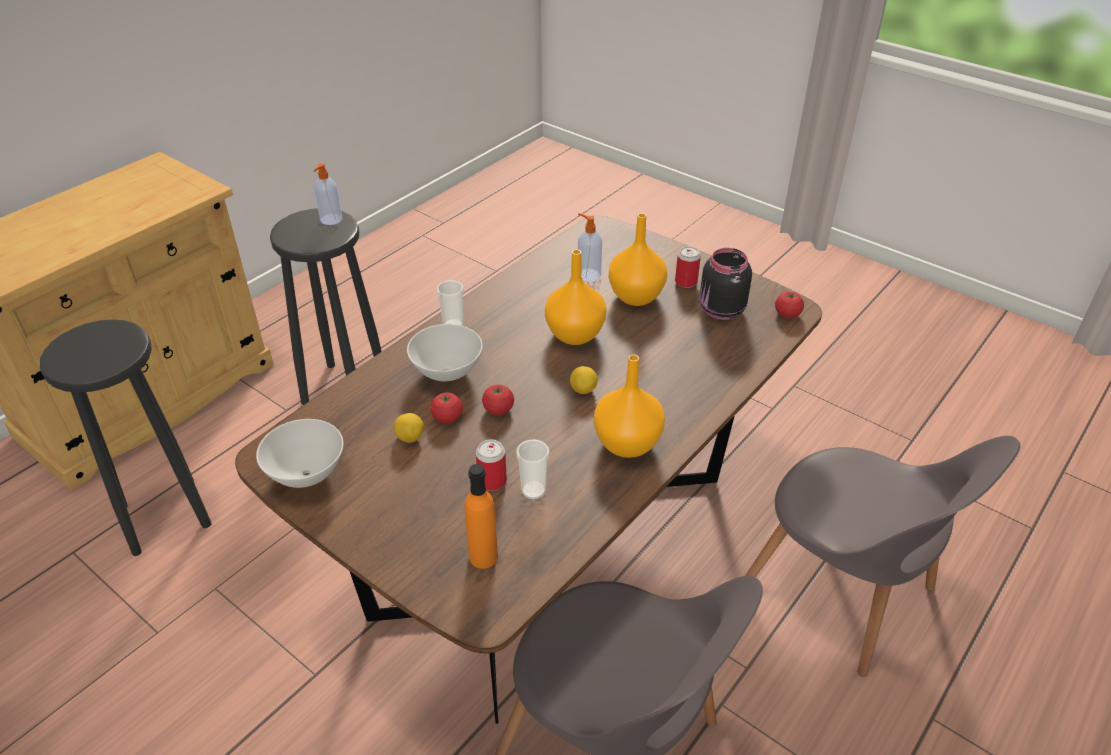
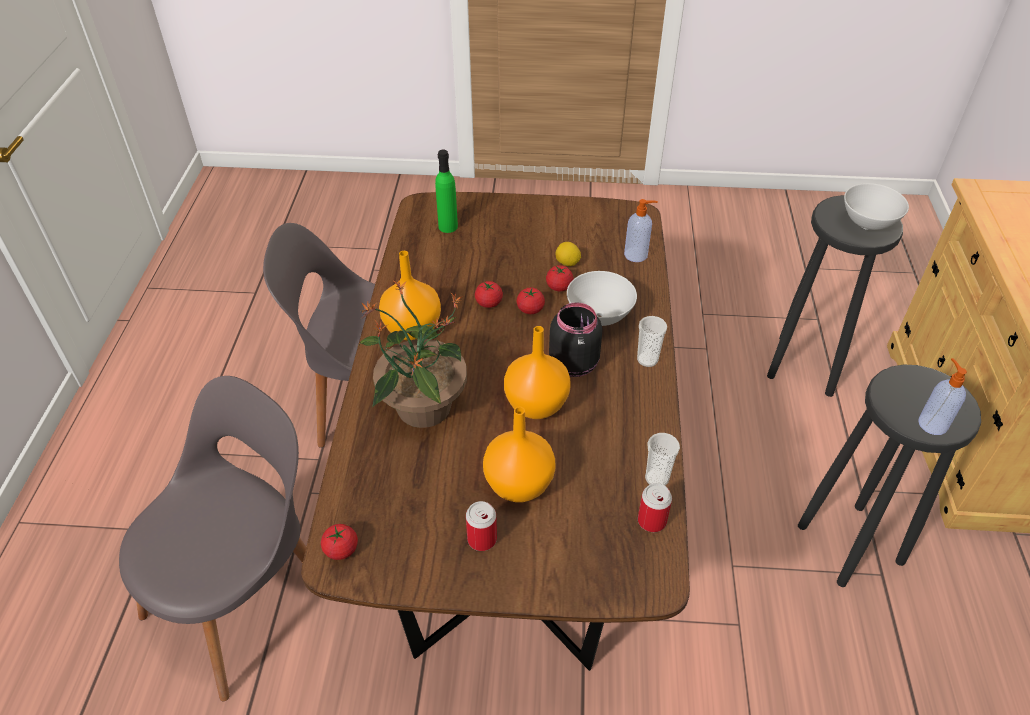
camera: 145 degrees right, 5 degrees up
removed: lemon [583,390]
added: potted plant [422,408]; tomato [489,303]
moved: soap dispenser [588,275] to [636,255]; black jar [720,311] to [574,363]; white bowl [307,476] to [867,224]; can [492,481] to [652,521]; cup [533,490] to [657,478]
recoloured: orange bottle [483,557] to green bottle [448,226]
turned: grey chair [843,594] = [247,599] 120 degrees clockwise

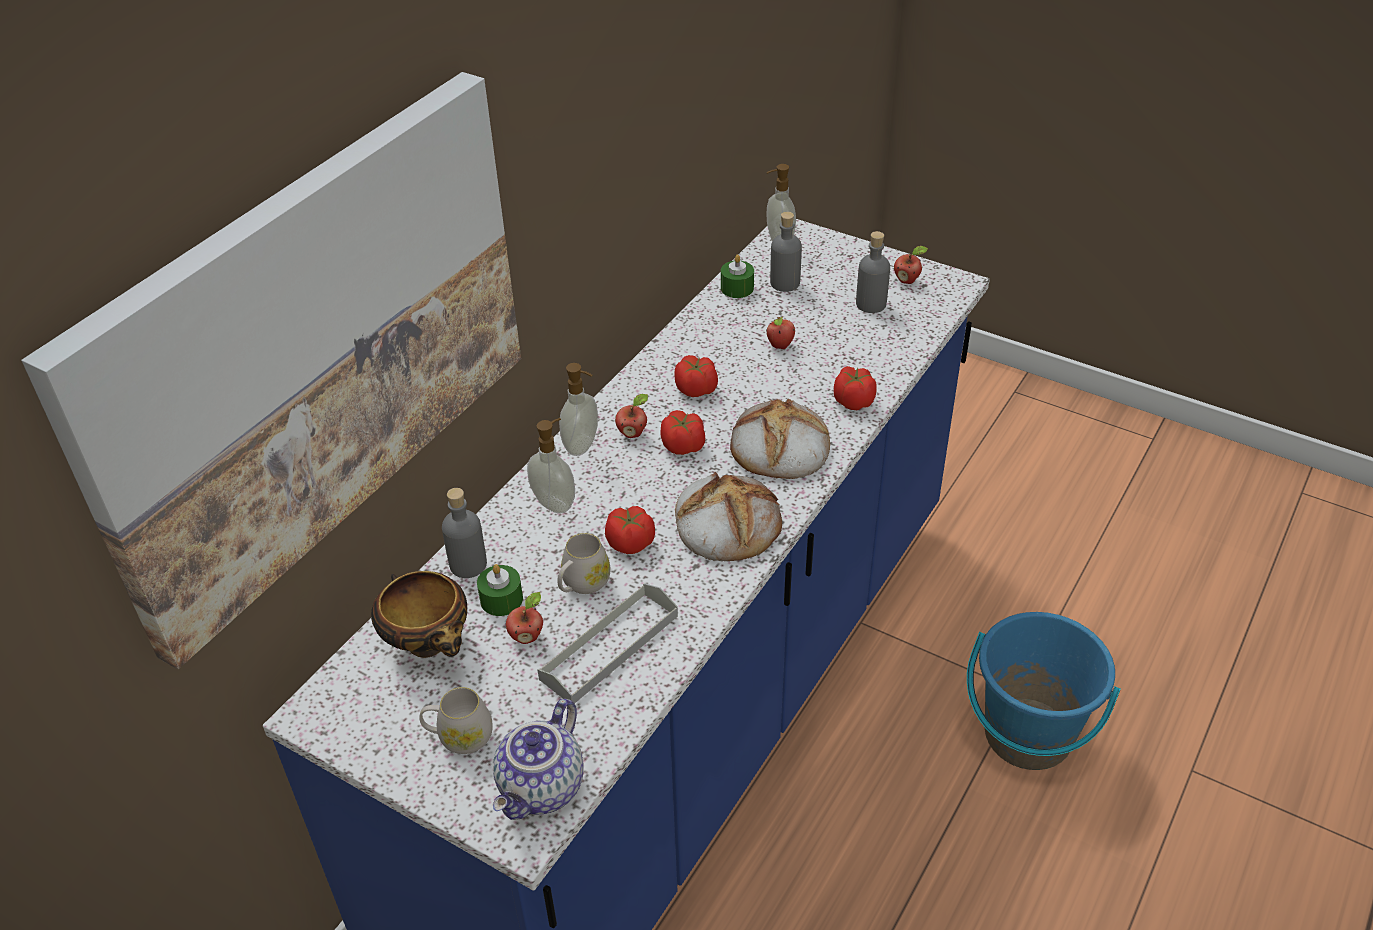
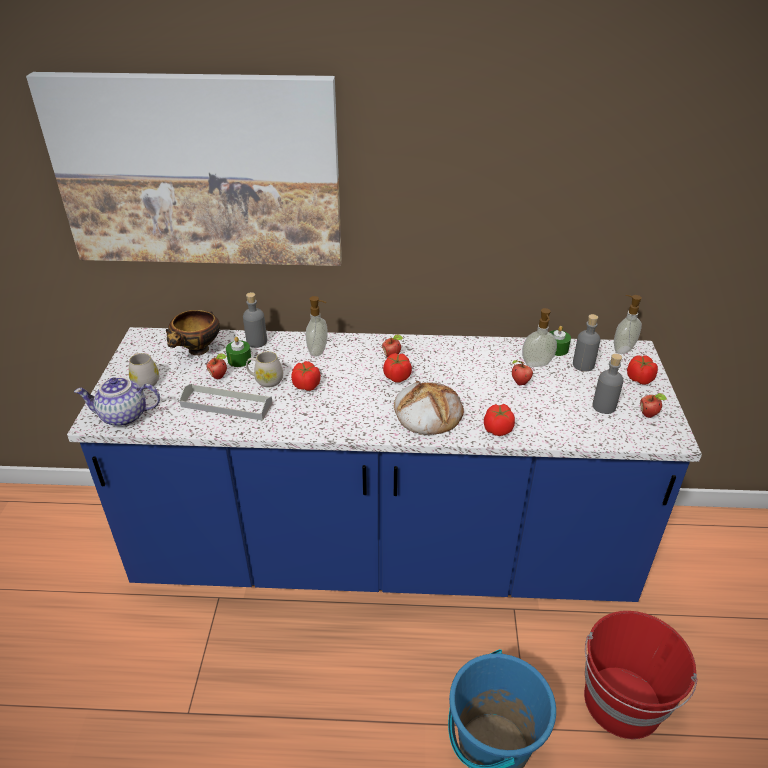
camera: 60 degrees right, 5 degrees down
removed: bread [726,523]
added: red bucket [622,703]
moved: tomato [696,389] to [639,379]; soap dispenser [582,445] to [537,364]

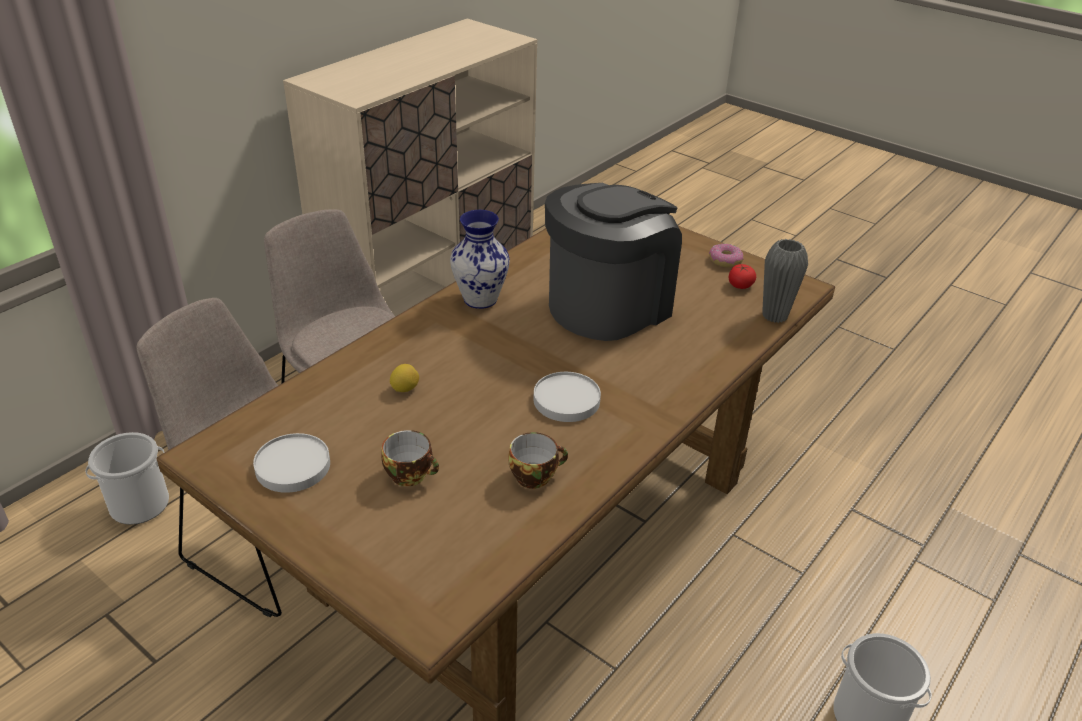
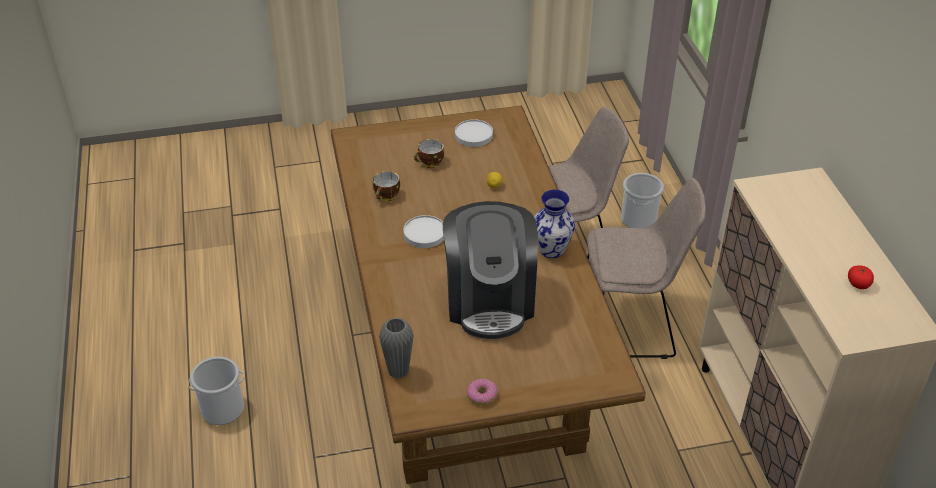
camera: 130 degrees right, 5 degrees up
moved: tomato [740,285] to [858,283]

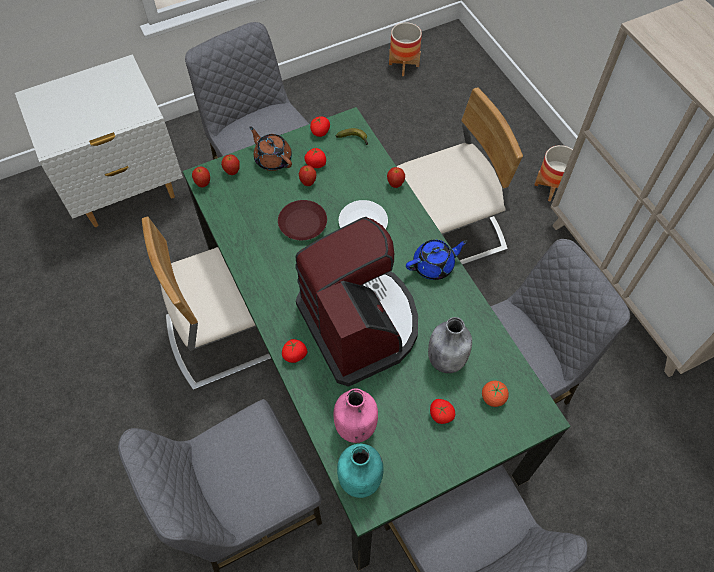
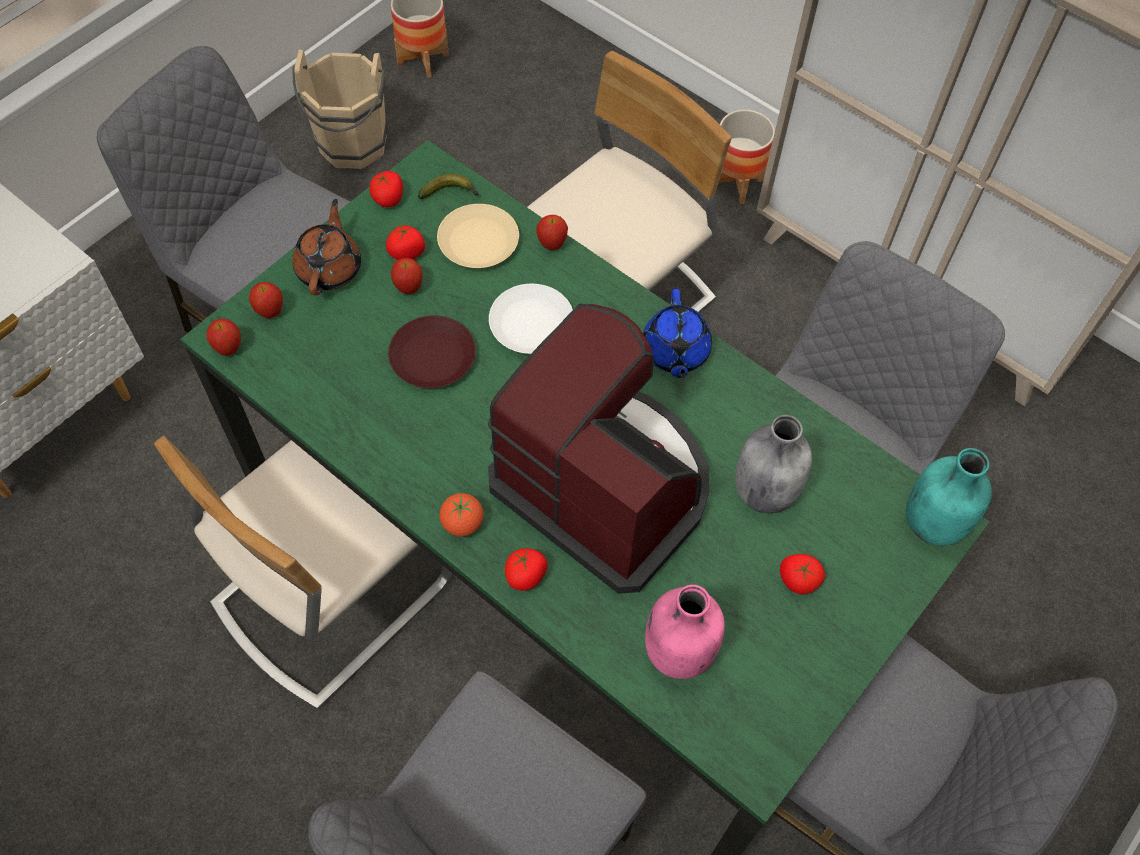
camera: 25 degrees left, 0 degrees up
added: beige bucket [352,149]; beige plate [479,241]
moved: tomato [493,398] to [462,523]; turquoise bottle [361,479] to [934,522]
turned: brown teapot [273,159] = [330,268] 75 degrees clockwise; blue teapot [434,265] = [675,352] 135 degrees clockwise

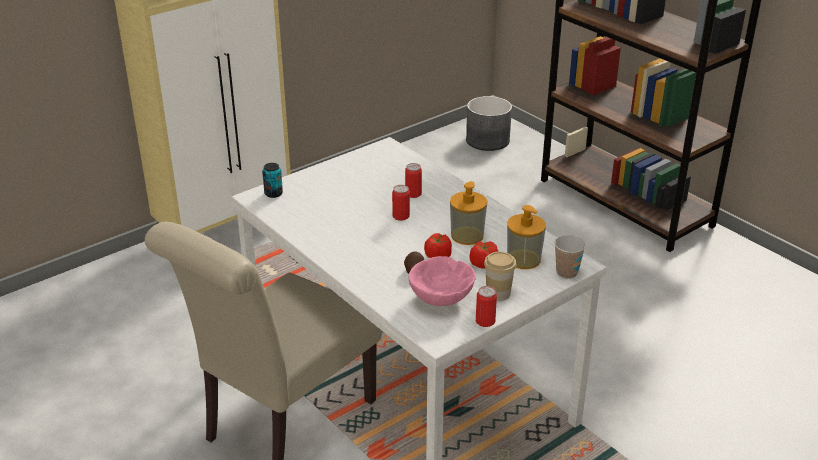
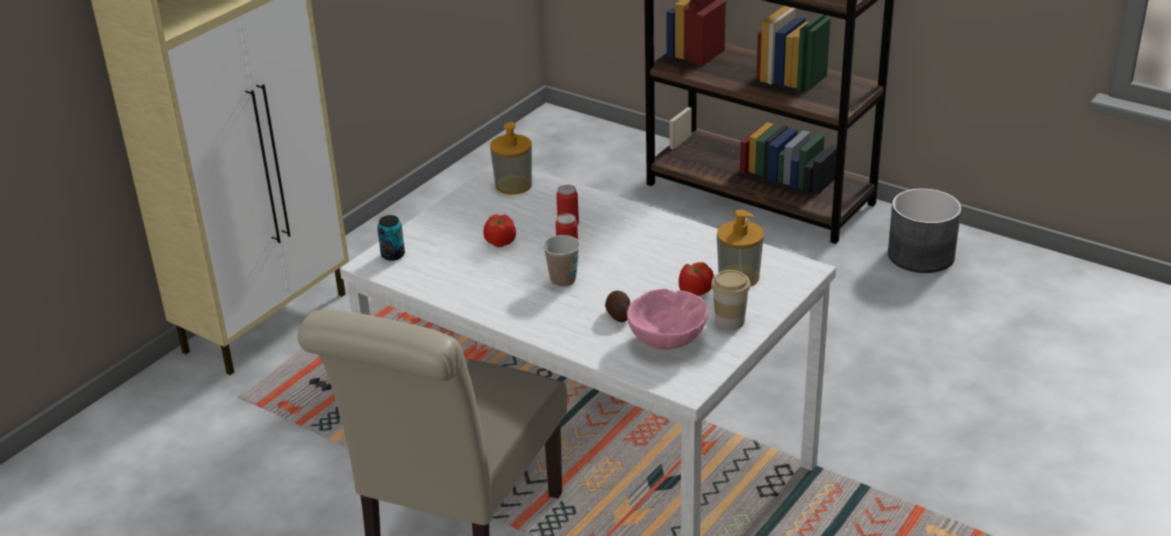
camera: 15 degrees left, 0 degrees up
removed: can [485,321]
moved: grey planter [488,140] to [921,255]; soap dispenser [467,235] to [513,185]; tomato [437,257] to [500,242]; cup [566,273] to [563,280]

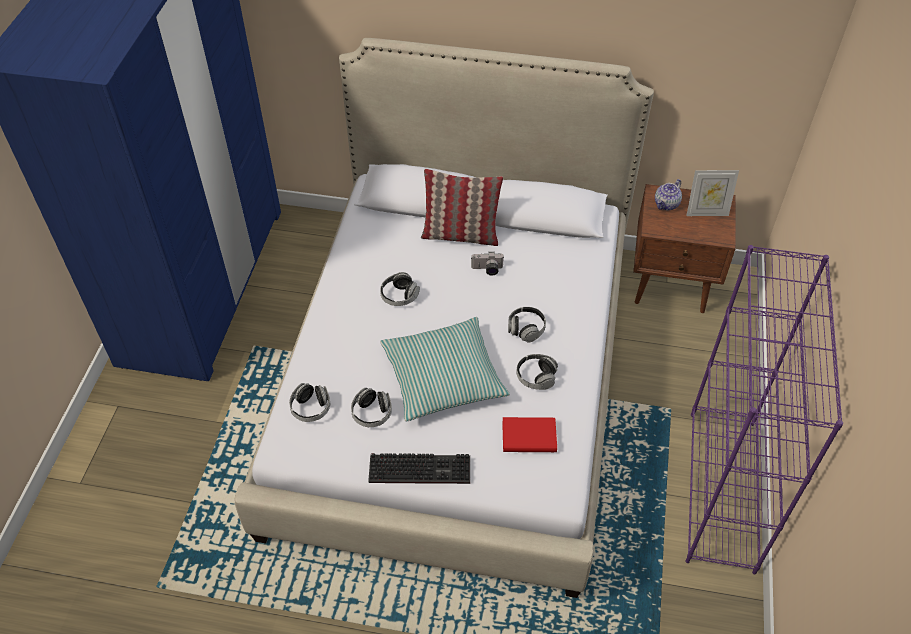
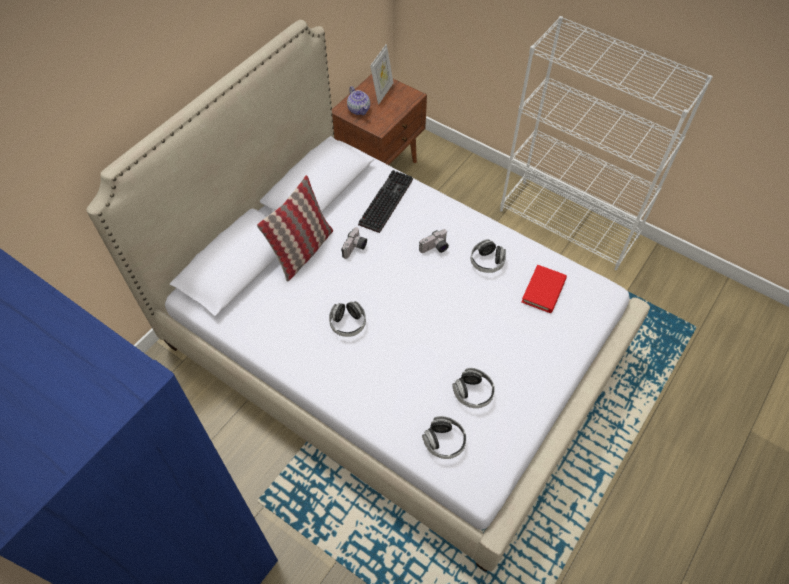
camera: 65 degrees left, 5 degrees up
removed: pillow [443,377]
moved: keyboard [421,468] to [385,200]
replaced: headphones [526,329] to photo camera [435,248]
recoloured: purple bookcase [722,490] to white bookcase [569,224]

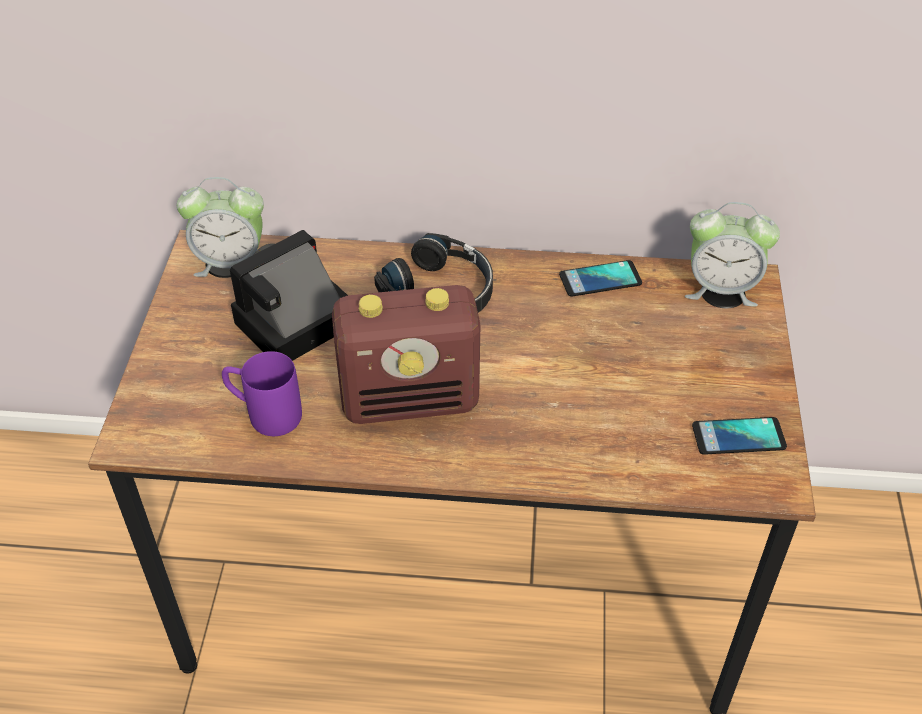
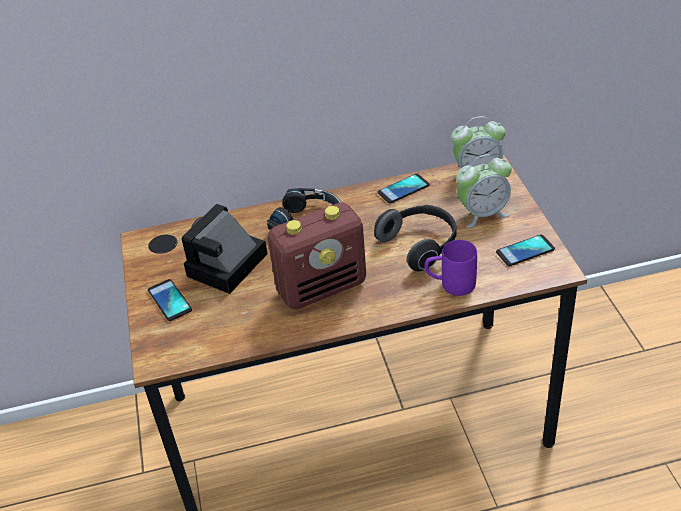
camera: 15 degrees left, 5 degrees down
added: headphones [420,245]; phone [169,300]
moved: alarm clock [231,262] to [482,214]; purple mug [264,414] to [450,284]

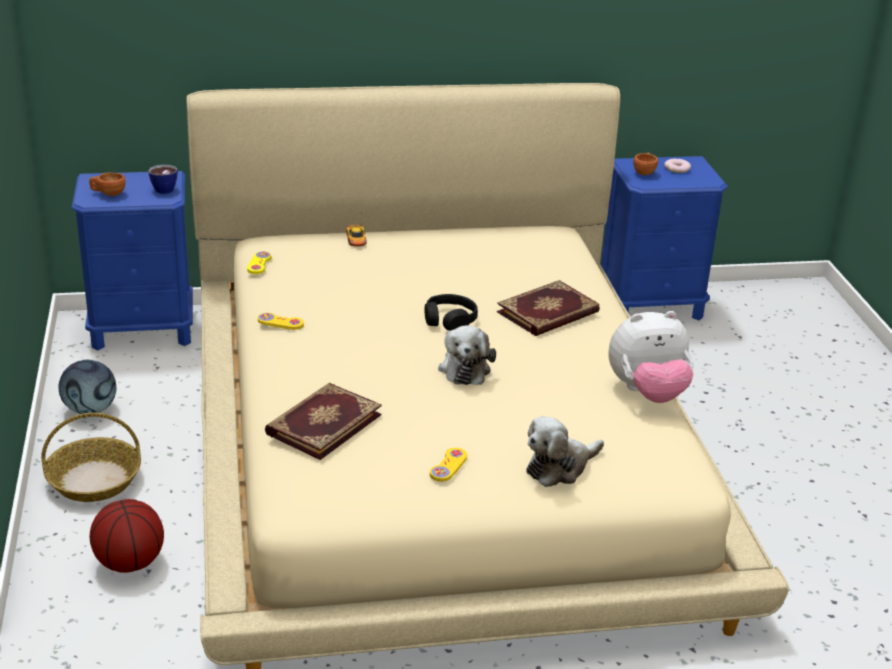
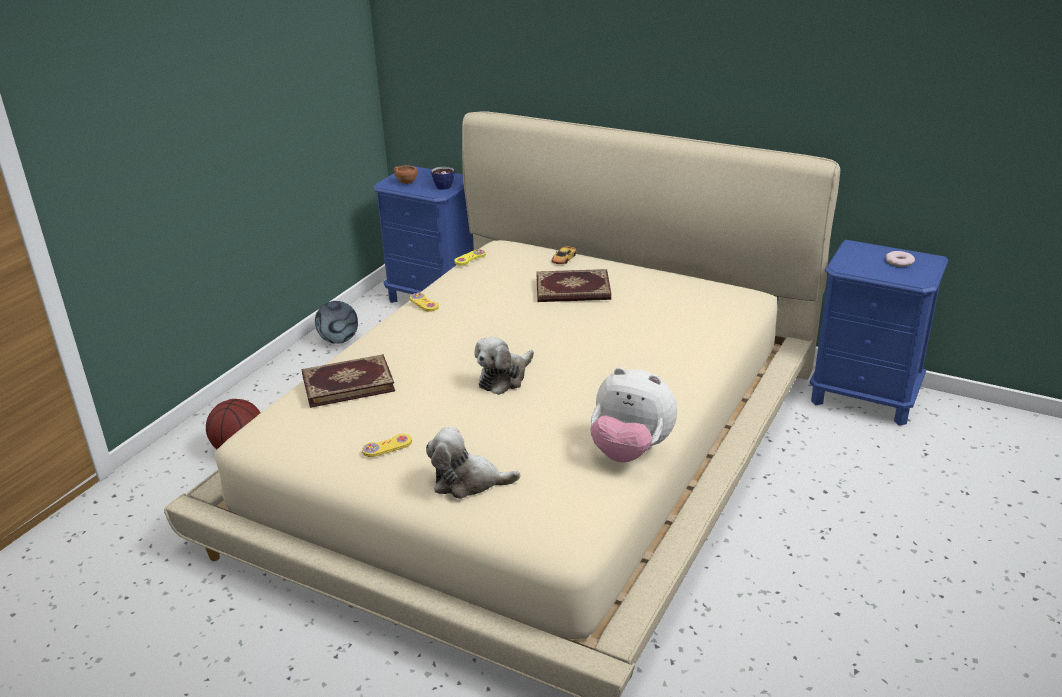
camera: 40 degrees right, 0 degrees up
removed: brown cup [644,172]; black headphones [449,320]; basket [93,480]
moved: book [549,313] to [573,290]

